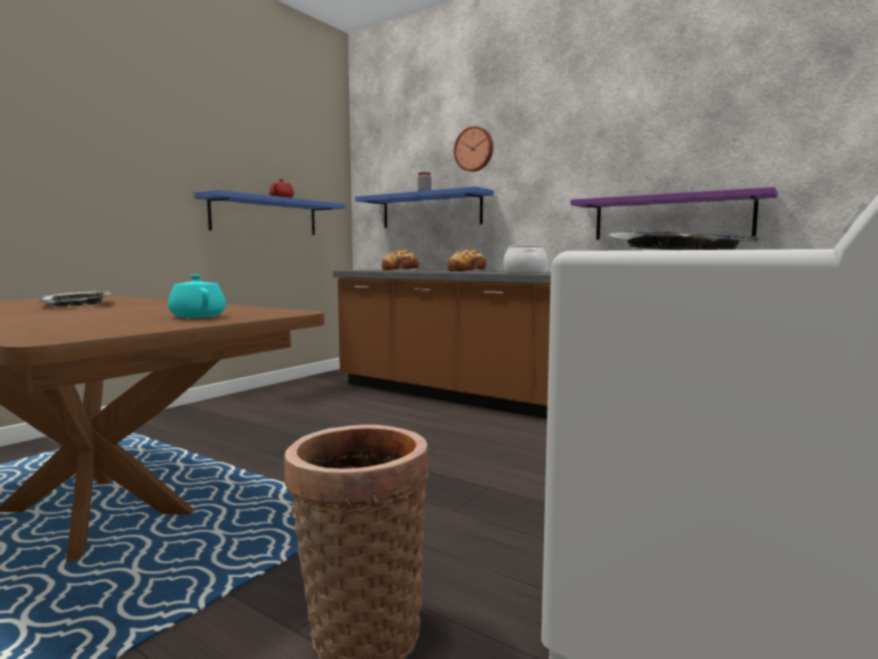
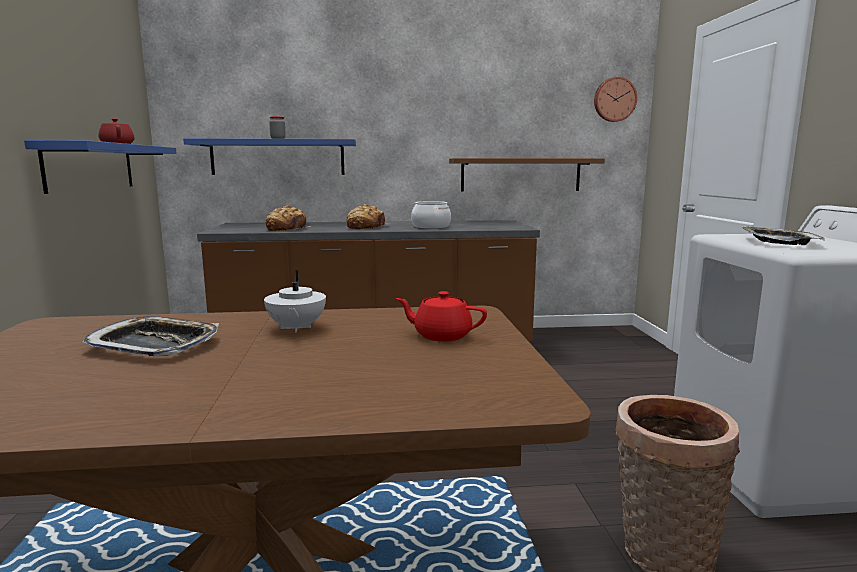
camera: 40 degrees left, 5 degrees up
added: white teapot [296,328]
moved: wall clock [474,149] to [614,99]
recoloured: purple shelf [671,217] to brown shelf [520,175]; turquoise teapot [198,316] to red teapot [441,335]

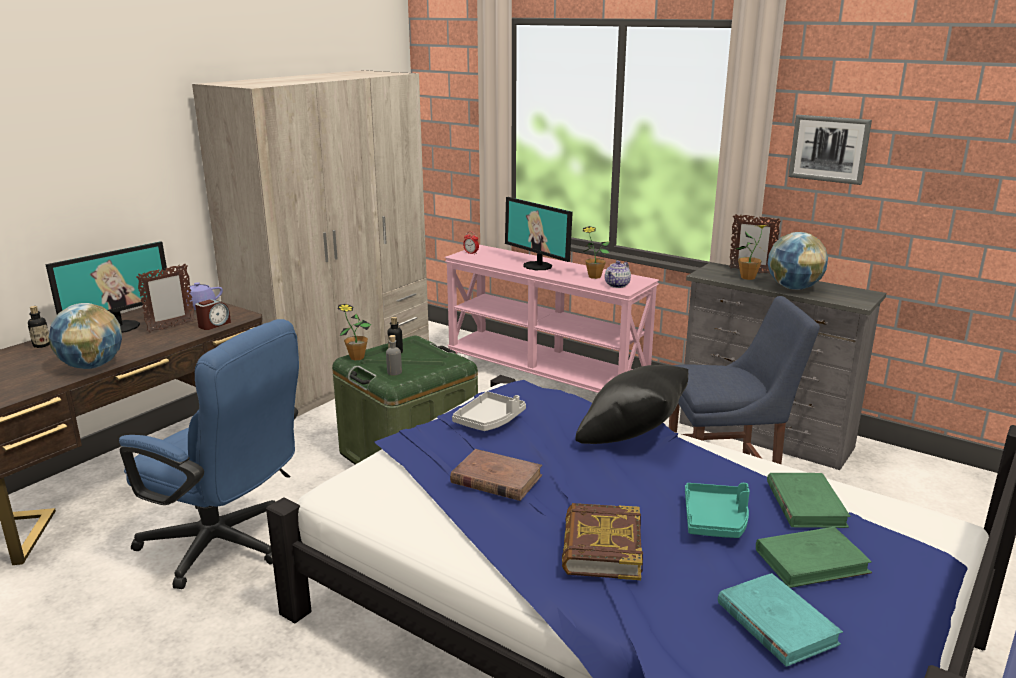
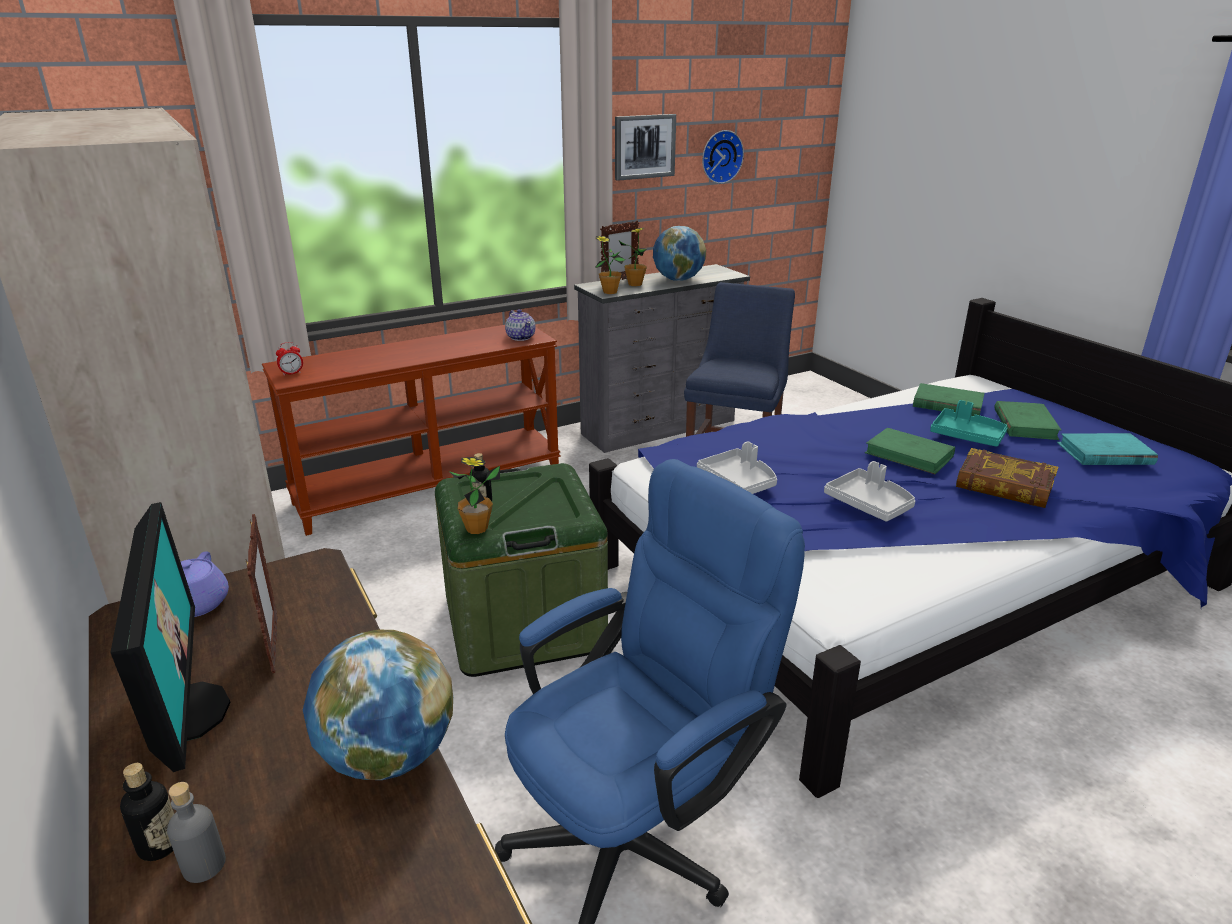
camera: 65 degrees left, 5 degrees up
removed: monitor [538,266]; alarm clock [214,325]; black pillow [632,436]
added: wall clock [720,156]; green book [909,455]
moved: potted plant [594,276] to [610,292]; grey bottle [394,372] to [204,865]
replaced: brown book [496,479] to grey tray [869,504]
recoloured: pink console table [546,376] to brown console table [430,486]

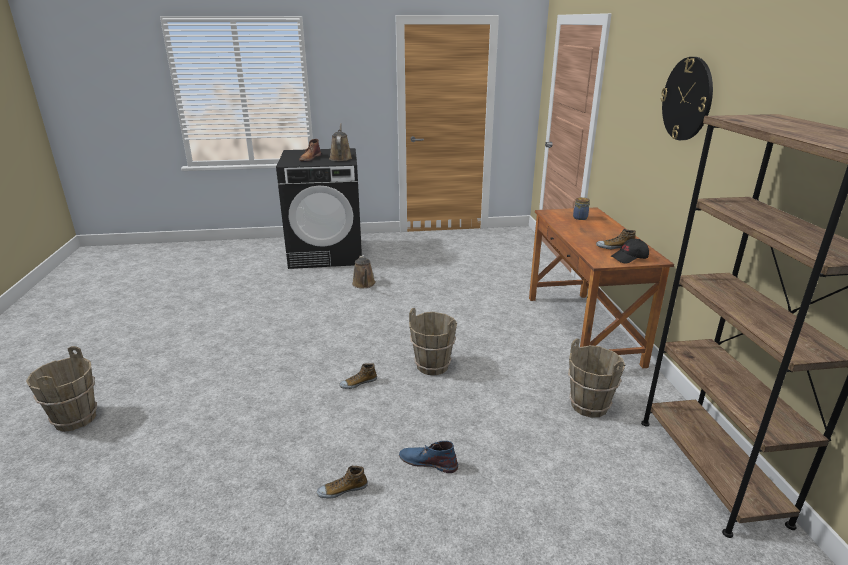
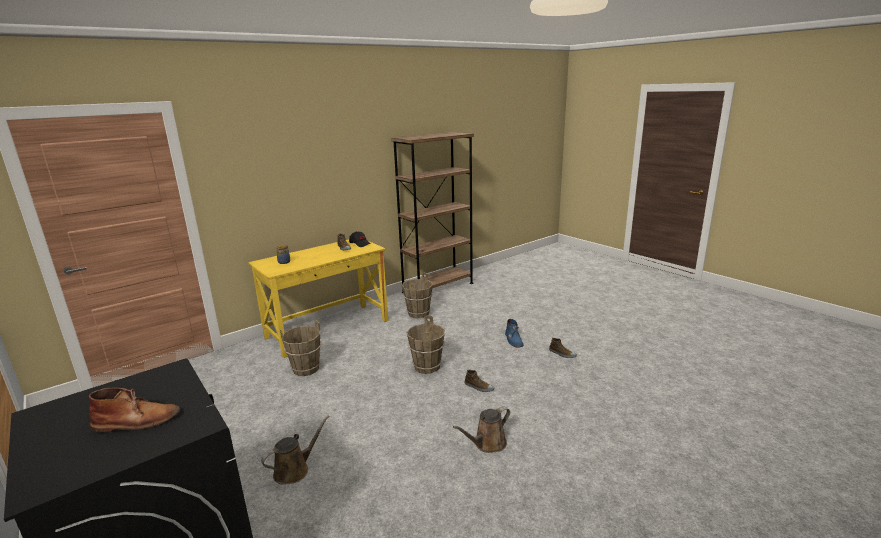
camera: 120 degrees left, 5 degrees down
removed: wall clock [687,99]
moved: brown watering can [340,158] to [487,444]; brown bucket [75,419] to [306,369]
recoloured: brown desk [582,329] to yellow desk [327,329]

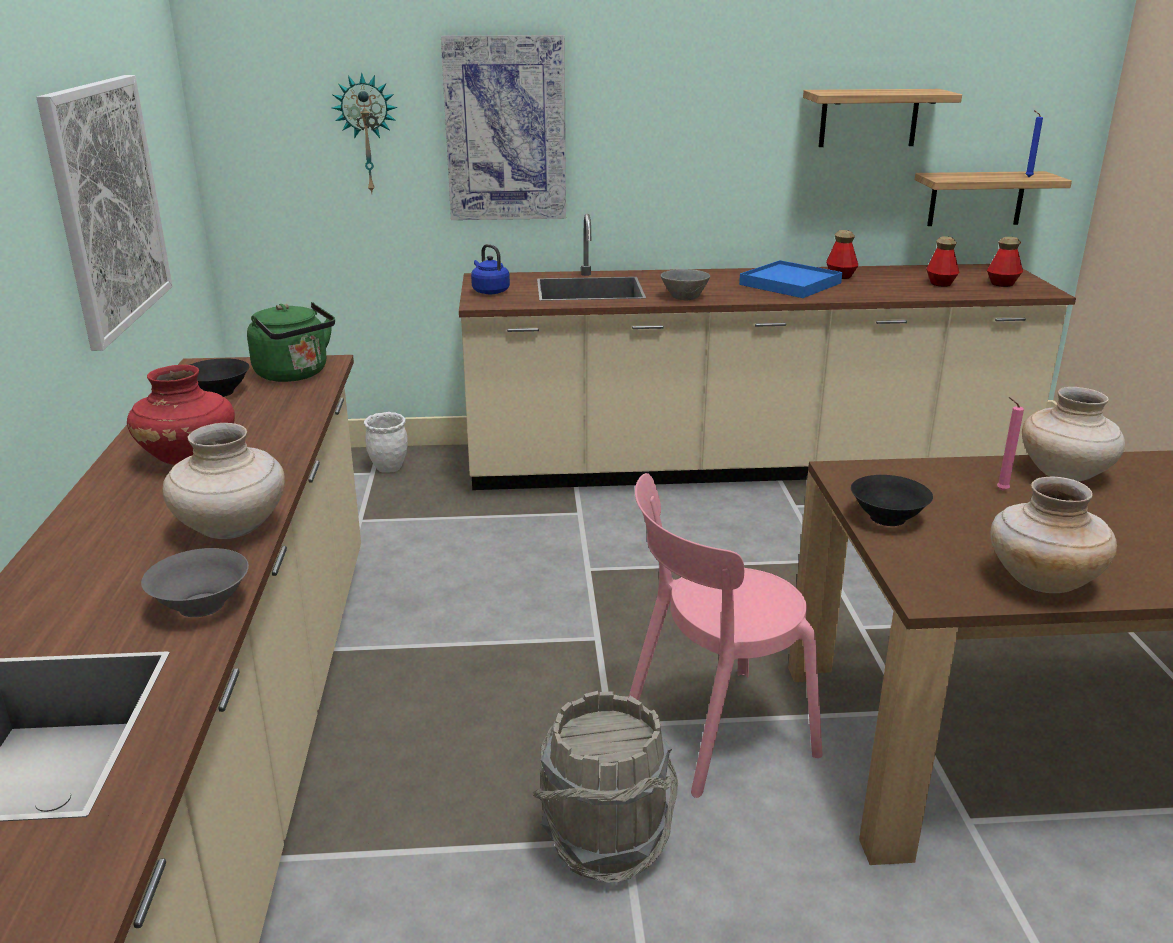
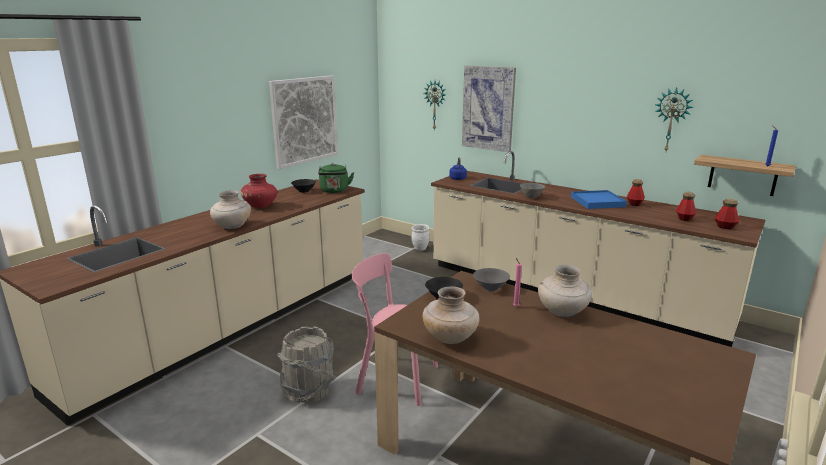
camera: 40 degrees right, 5 degrees down
moved: grey bowl [201,604] to [490,287]
replaced: shelf [868,118] to wall clock [671,120]

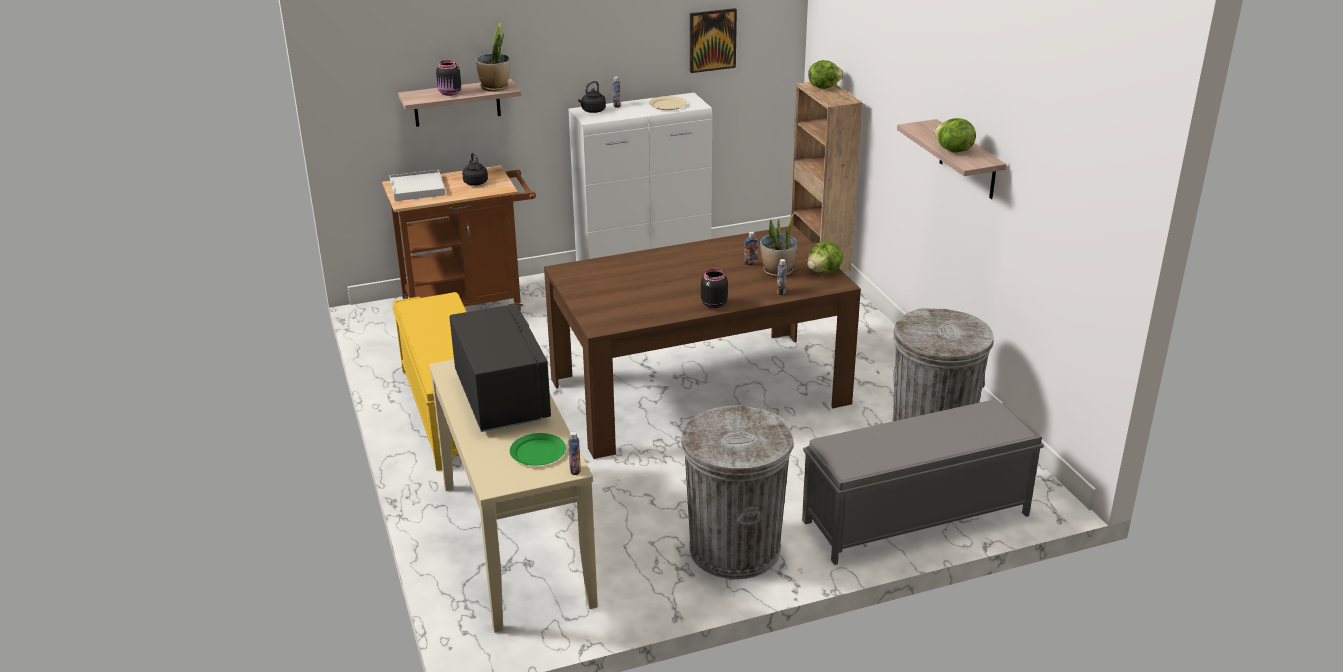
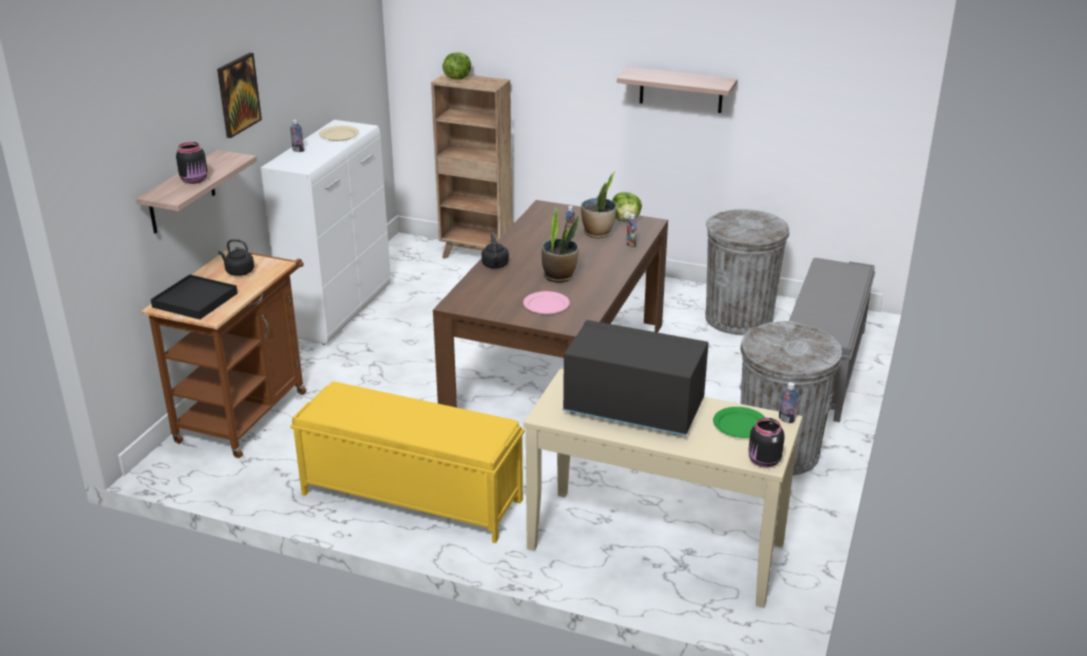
camera: 50 degrees left, 0 degrees up
removed: lettuce [953,151]
added: pink plate [546,305]
moved: picture [712,40] to [238,94]; potted plant [495,87] to [559,276]; black kettle [592,111] to [495,265]; black jar [713,305] to [763,461]
recoloured: white tray [417,188] to black tray [195,300]

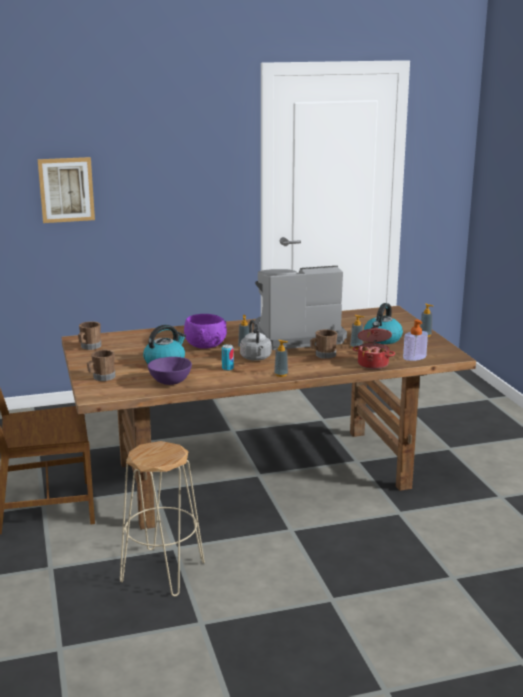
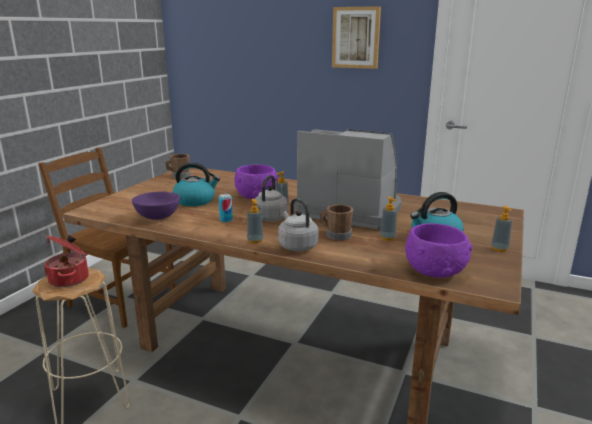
camera: 40 degrees right, 0 degrees up
removed: brown mug [102,378]
added: grey kettle [296,245]
moved: picture [66,189] to [356,37]; cooking pot [373,364] to [70,279]
replaced: soap dispenser [414,357] to purple bowl [435,270]

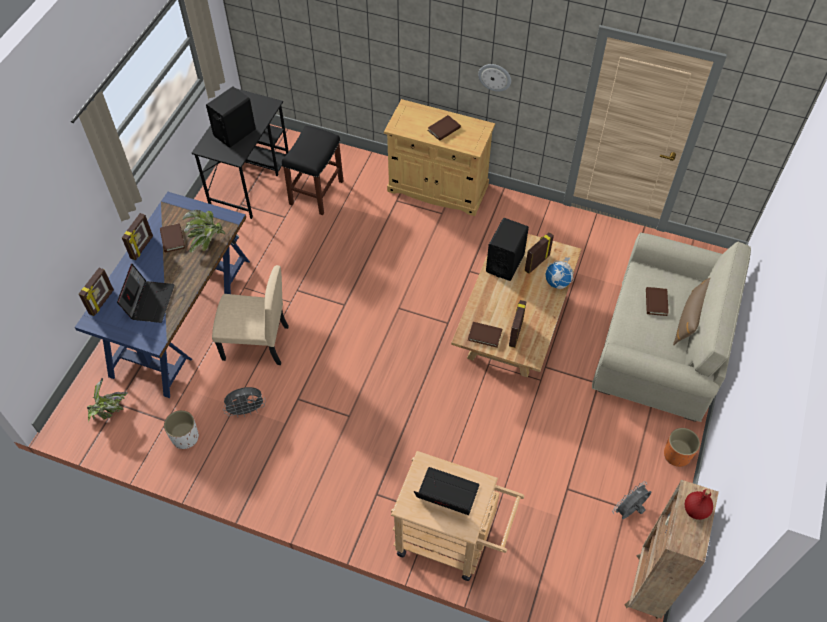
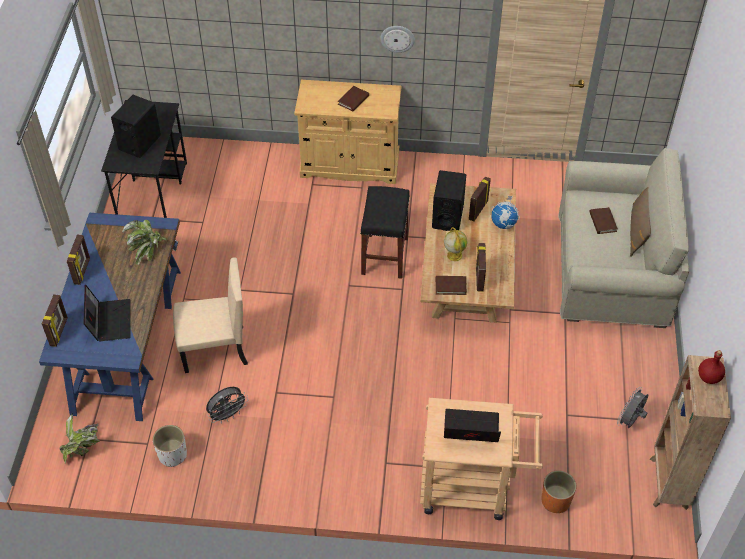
camera: 15 degrees left, 5 degrees down
removed: brown book [172,239]
added: globe [454,255]
moved: black stool [316,193] to [385,256]; orange planter [677,455] to [556,501]

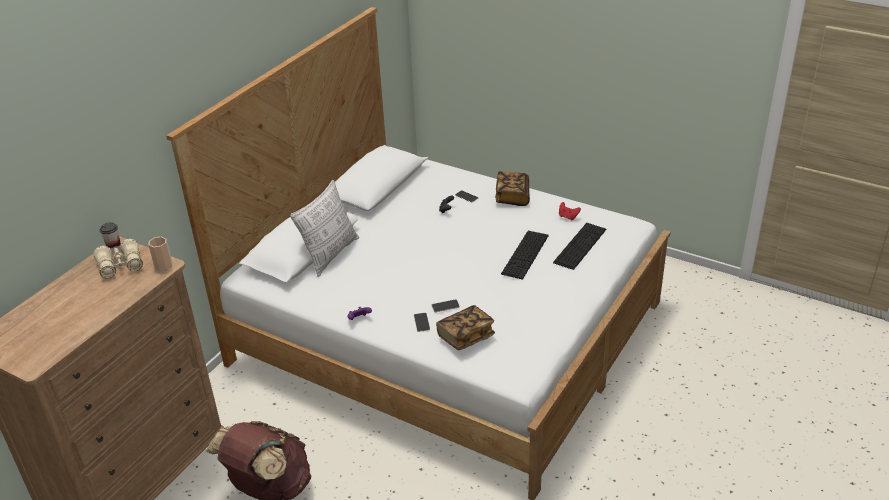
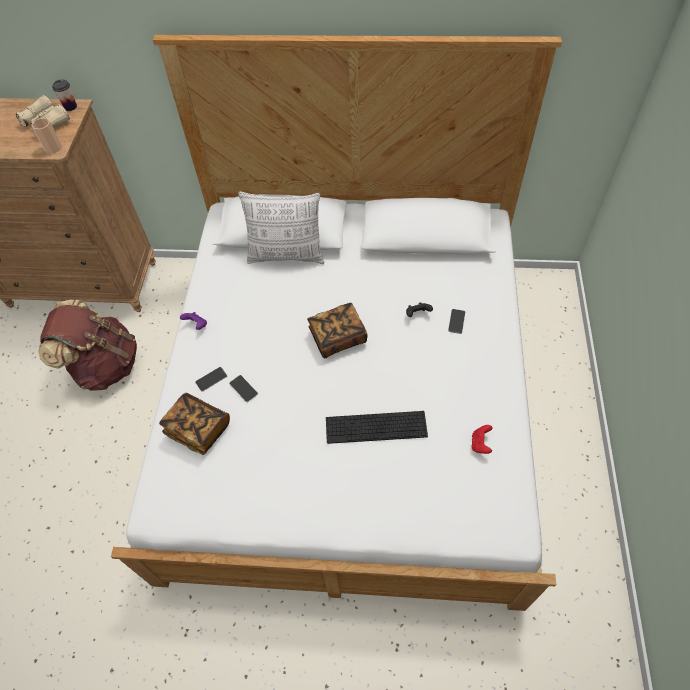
camera: 65 degrees right, 20 degrees up
removed: keyboard [580,246]
moved: book [512,197] to [338,337]

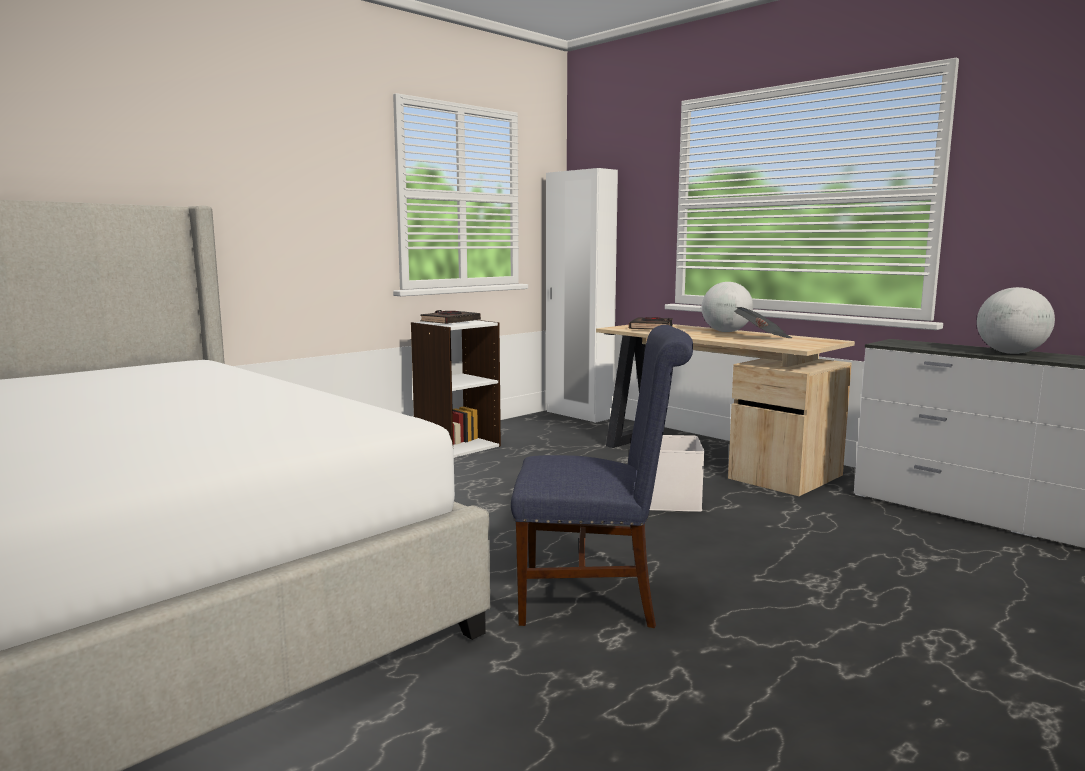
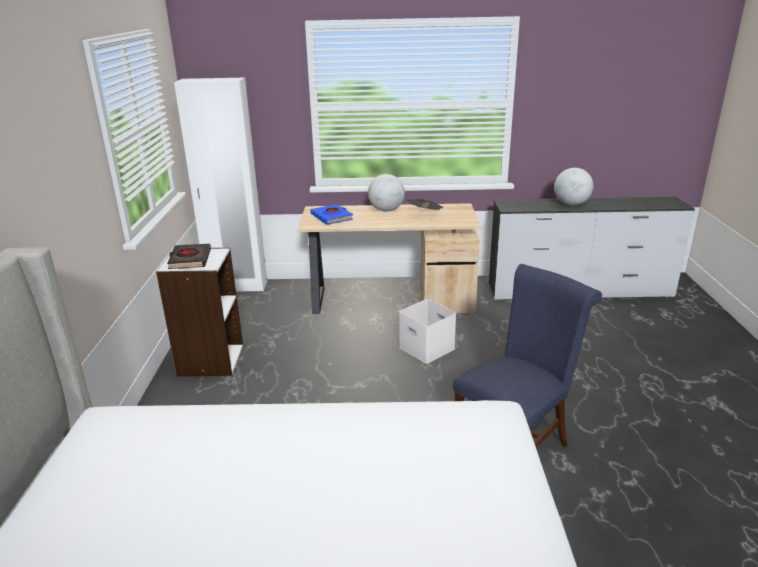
camera: 45 degrees left, 15 degrees up
recoloured: black book [651,328] to blue book [332,217]

